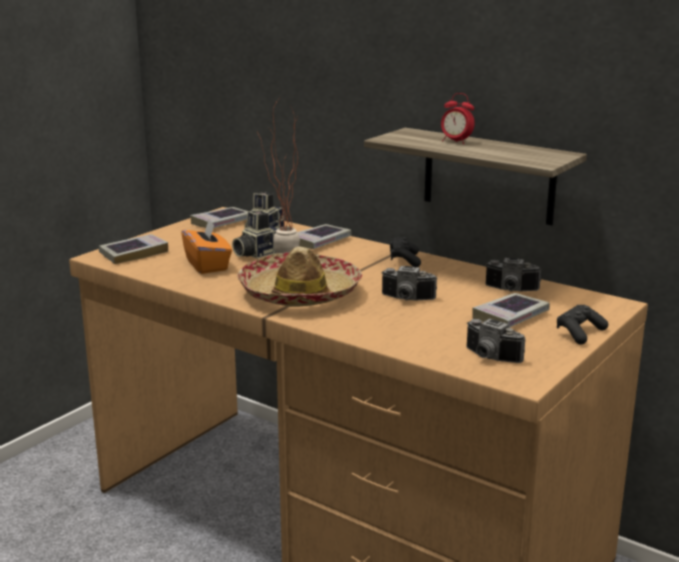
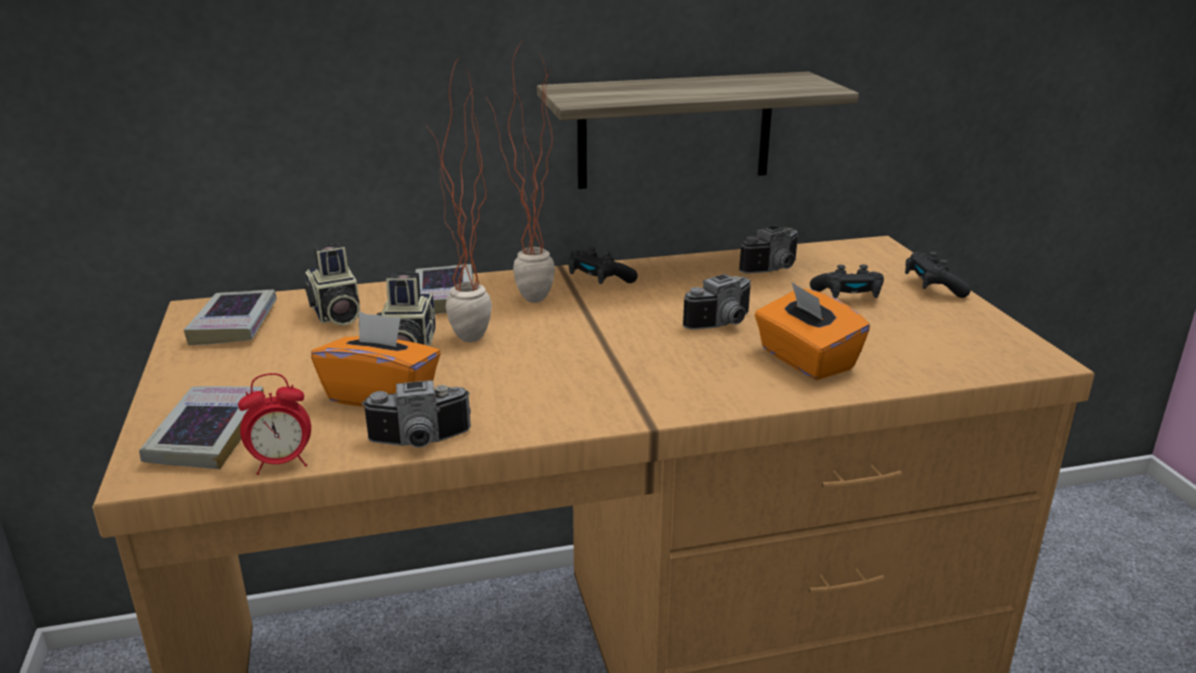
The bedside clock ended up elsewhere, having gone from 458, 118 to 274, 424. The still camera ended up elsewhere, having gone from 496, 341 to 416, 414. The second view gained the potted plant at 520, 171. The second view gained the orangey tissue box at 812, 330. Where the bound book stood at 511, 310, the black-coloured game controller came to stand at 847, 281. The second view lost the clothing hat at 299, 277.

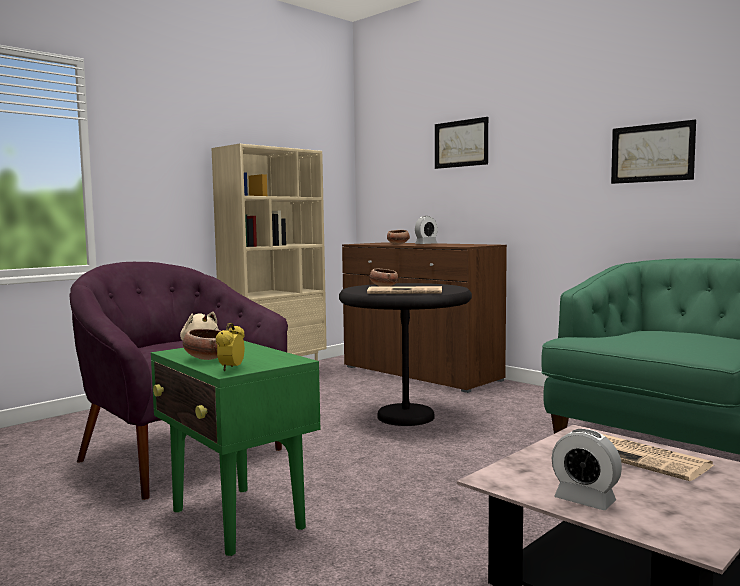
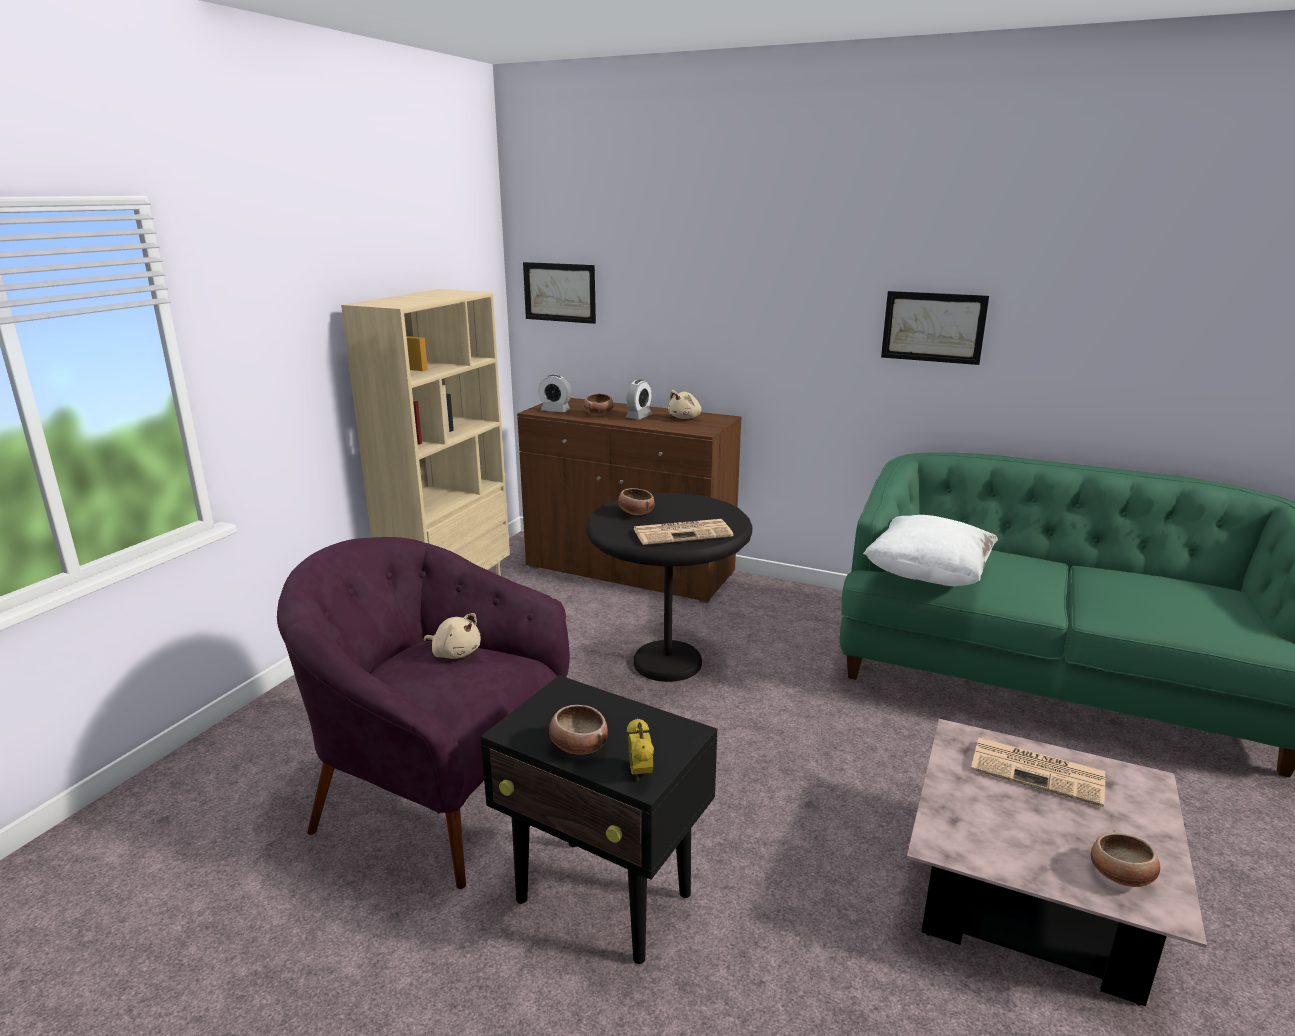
What was the greenish side table at 235, 448 turned into the black-coloured side table at 598, 819. The wall picture ended up elsewhere, having gone from 461, 143 to 559, 293. The bedside clock ended up elsewhere, having gone from 587, 469 to 555, 393. The second view gained the beige plush toy at 684, 404. The second view gained the white-coloured throw pillow at 930, 550. The second view gained the bowl at 1125, 858.

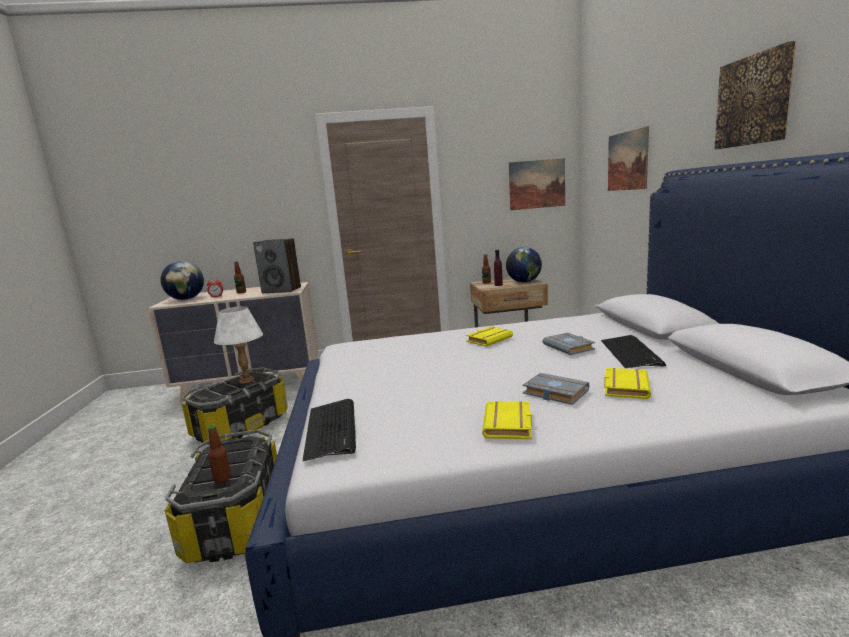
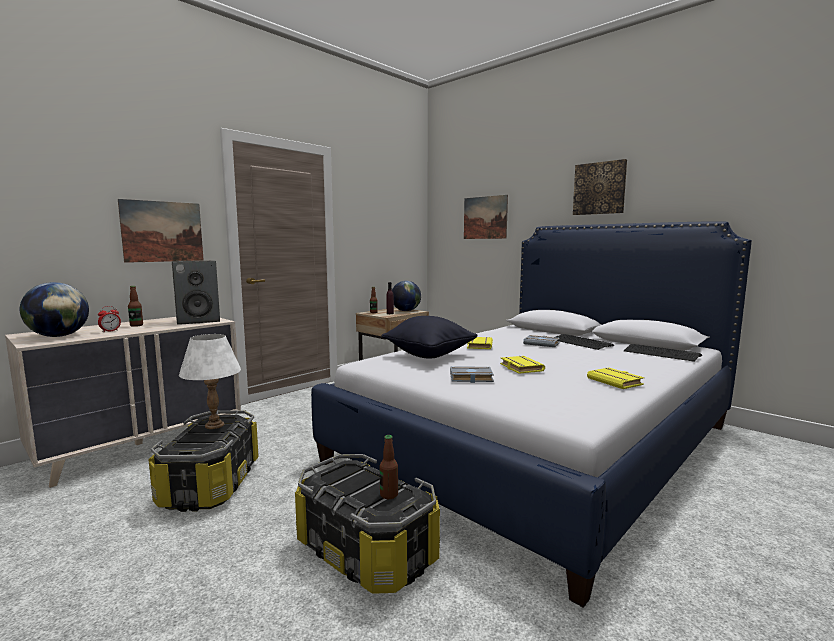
The wall picture ended up elsewhere, having gone from 537, 184 to 161, 231. The second view gained the black-coloured throw pillow at 429, 337. The greyish bound book ended up elsewhere, having gone from 556, 389 to 472, 374. The yellowish bound book ended up elsewhere, having gone from 627, 383 to 522, 365. The keyboard ended up elsewhere, having gone from 329, 430 to 663, 353.

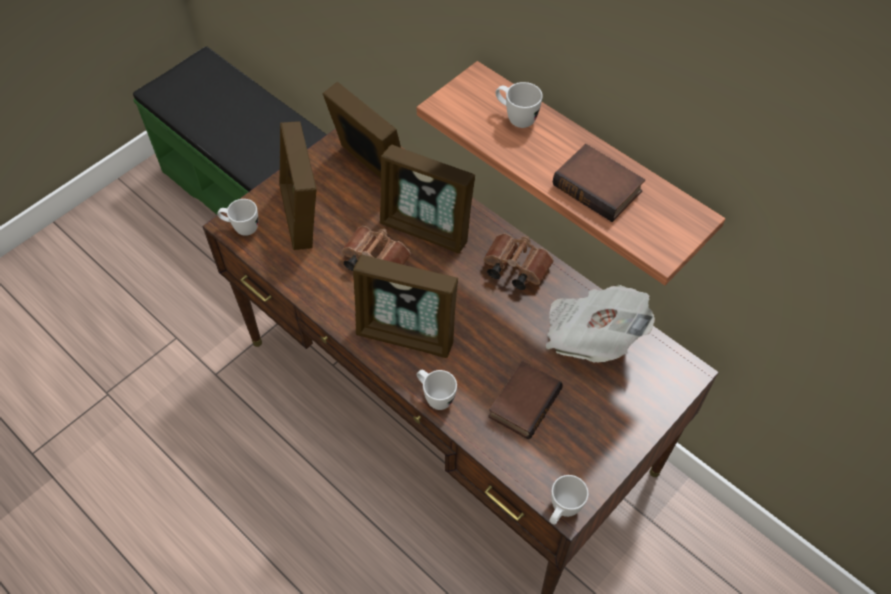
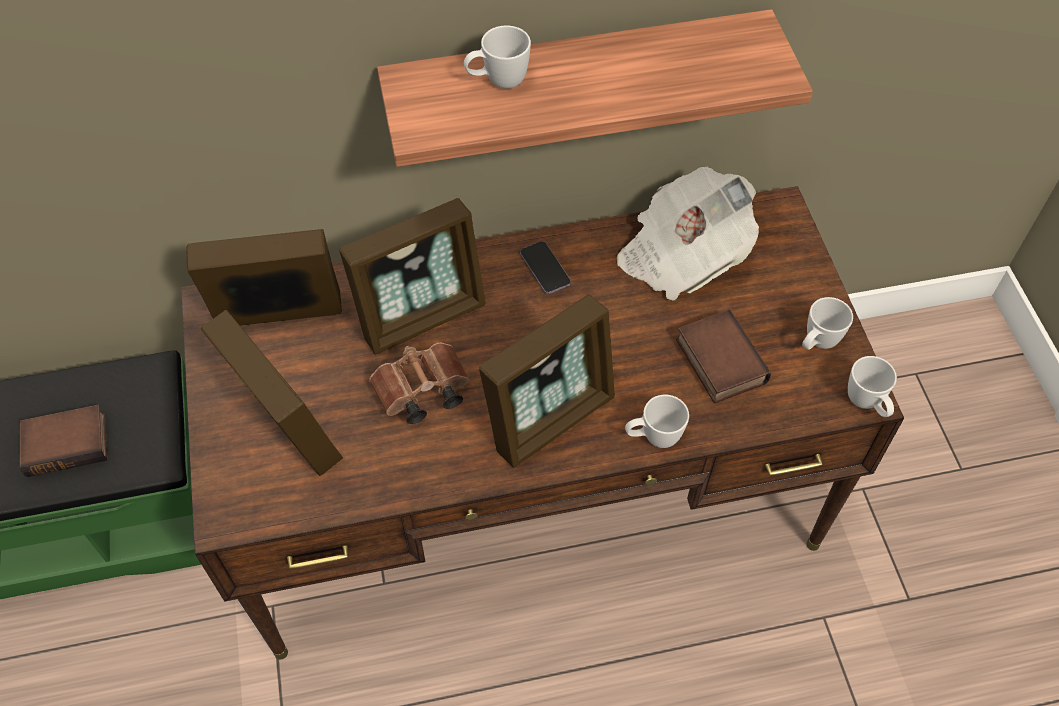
The bound book ended up elsewhere, having gone from 599, 183 to 63, 441. The standing frame at 298, 185 ended up facing another way, 150 degrees counterclockwise from before. Where the brown-coloured binoculars stood at 518, 261, the telephone came to stand at 545, 267. The white-coloured coffee mug ended up elsewhere, having gone from 237, 217 to 827, 323.

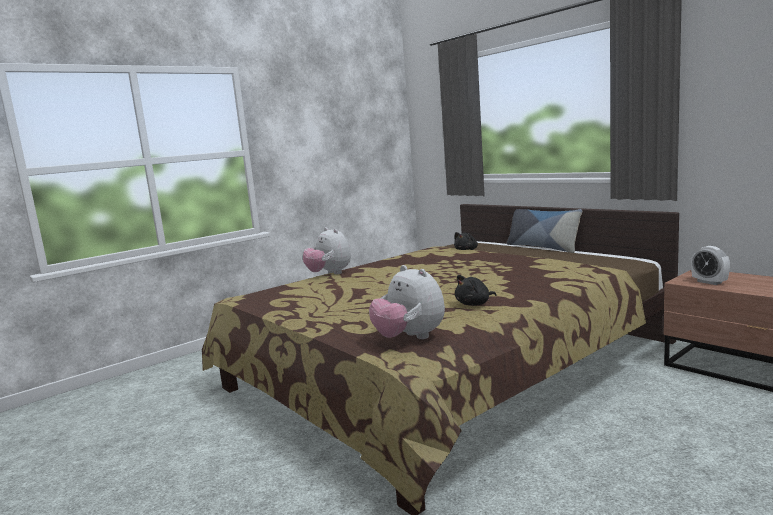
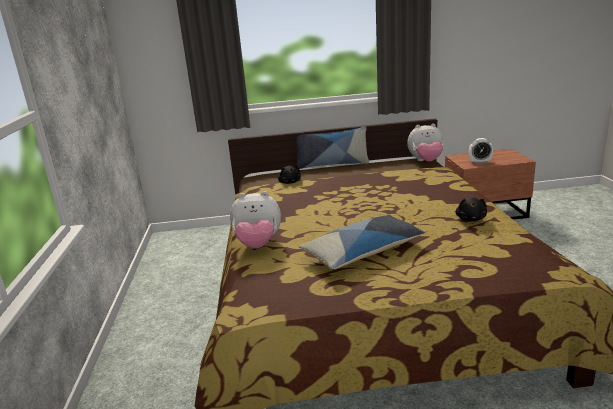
The second view gained the throw pillow at 362, 242. The plush toy ended up elsewhere, having gone from 407, 302 to 425, 142.

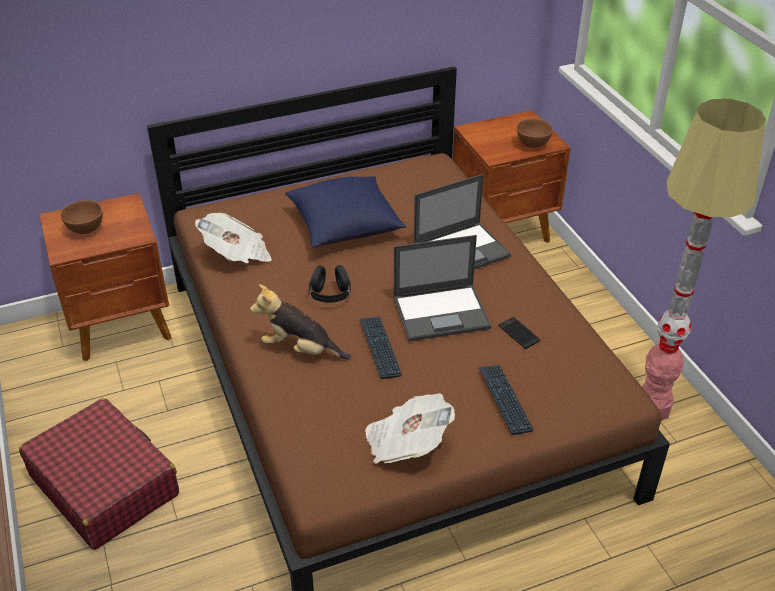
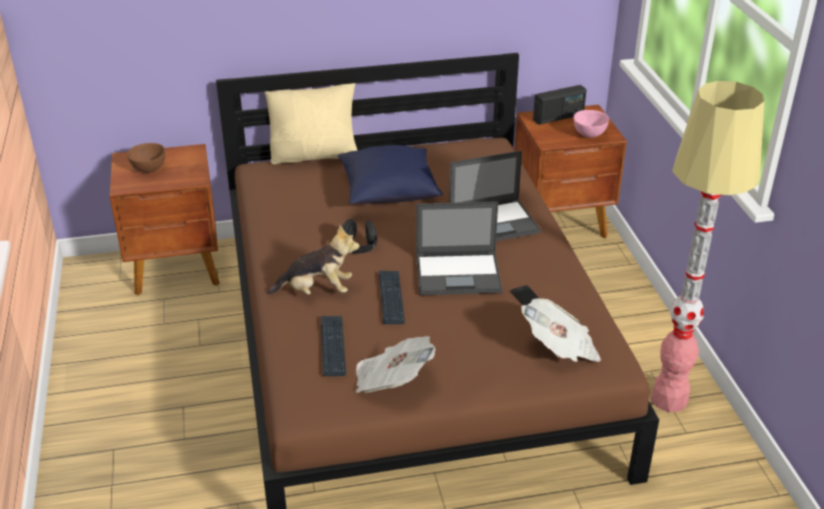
The second view gained the beige throw pillow at 310, 124. The plush toy at 300, 321 ended up facing another way, 150 degrees clockwise from before. The keyboard ended up elsewhere, having gone from 506, 400 to 333, 346. The newspaper ended up elsewhere, having gone from 233, 238 to 561, 330. The second view gained the radio at 560, 105. What was the brown-coloured bowl at 535, 133 turned into the pinkish bowl at 591, 124. The second view lost the reddish suitcase at 99, 474.

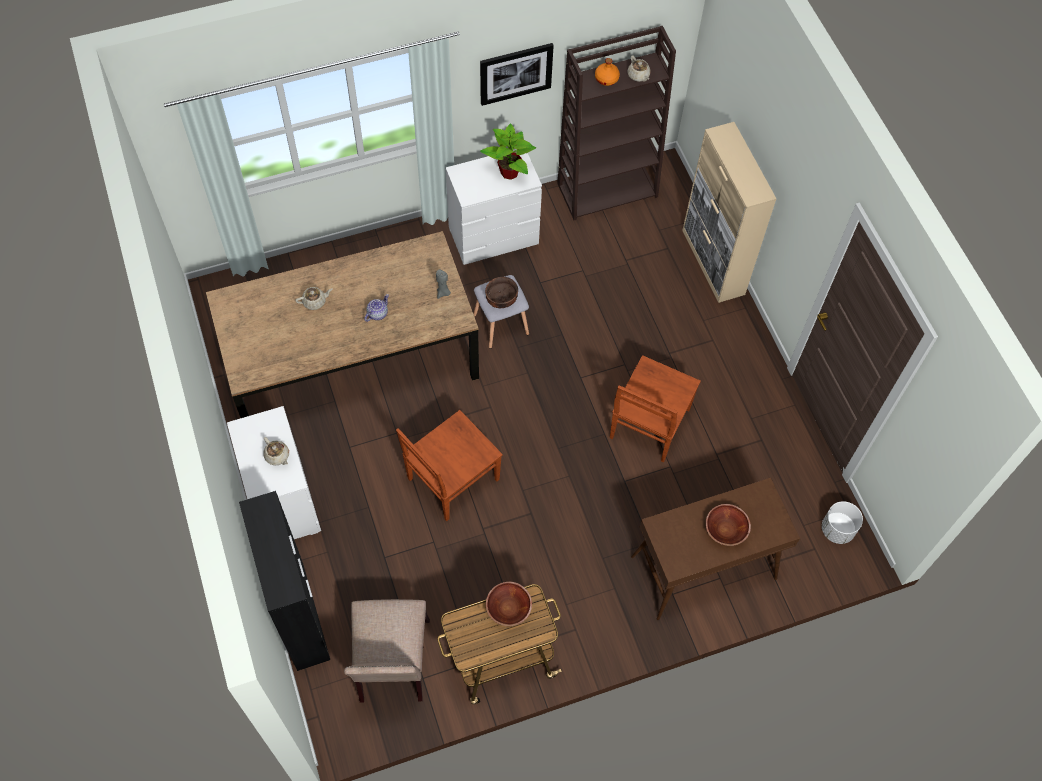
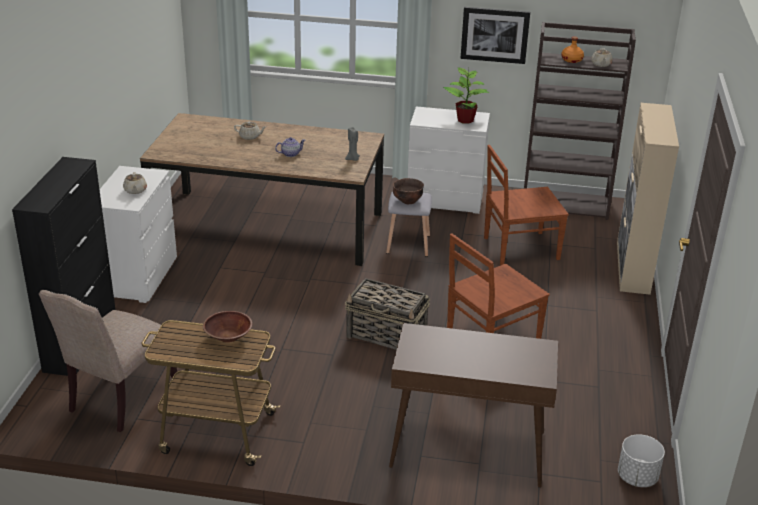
The second view gained the basket at 387, 314. The brown-coloured upright chair ended up elsewhere, having gone from 449, 465 to 526, 205. The second view lost the brown-coloured bowl at 728, 525.

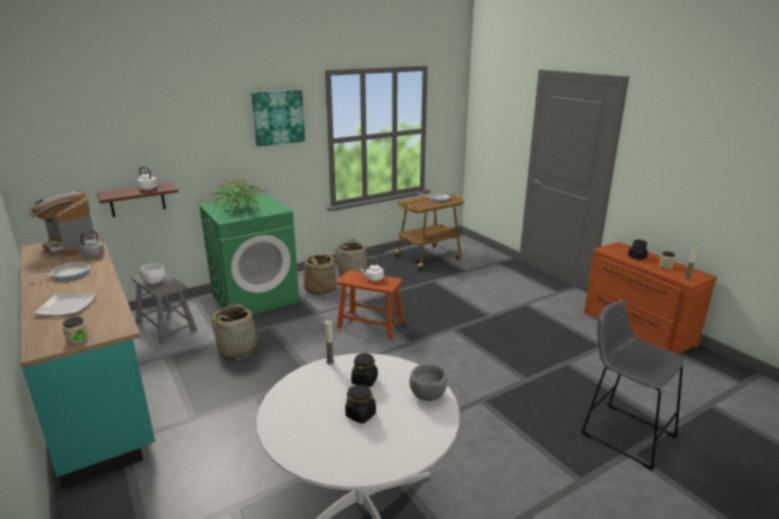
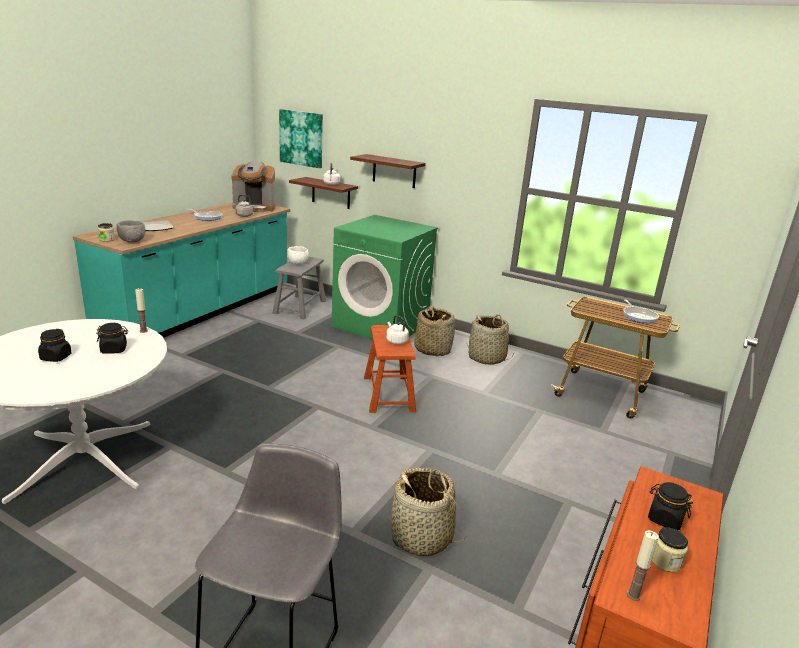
The greyish bowl ended up elsewhere, having gone from 429, 382 to 131, 231. The coffee brewer at 62, 223 ended up facing another way, 105 degrees counterclockwise from before. The wall picture ended up elsewhere, having gone from 278, 118 to 301, 138. The second view gained the brown-coloured shelf at 388, 171. The basket ended up elsewhere, having gone from 237, 330 to 427, 512. The second view lost the potted plant at 238, 195.

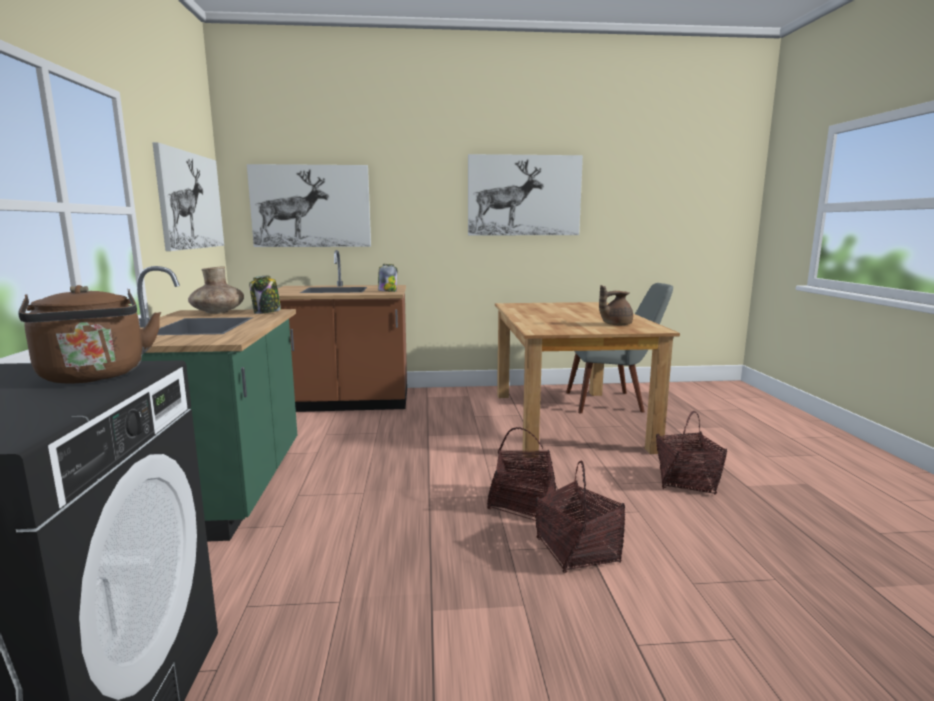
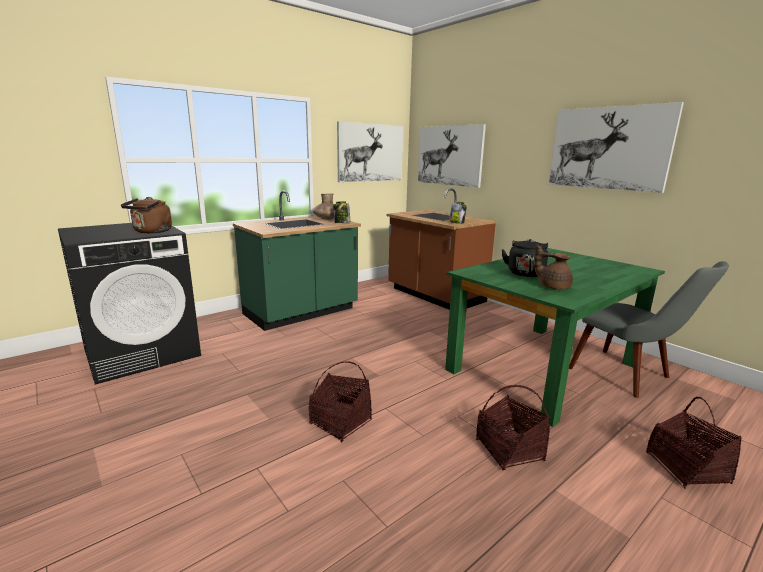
What was the brown-coloured kitchen table at 587, 380 turned into the greenish kitchen table at 555, 337. The second view gained the black-coloured tea kettle at 525, 258. The basket ended up elsewhere, having gone from 521, 474 to 694, 443.

